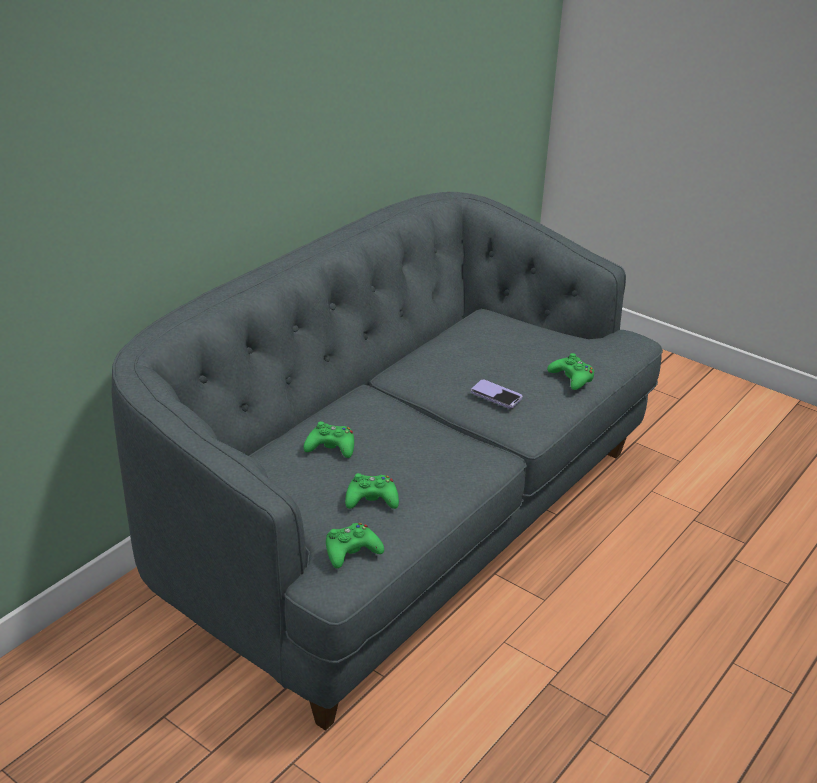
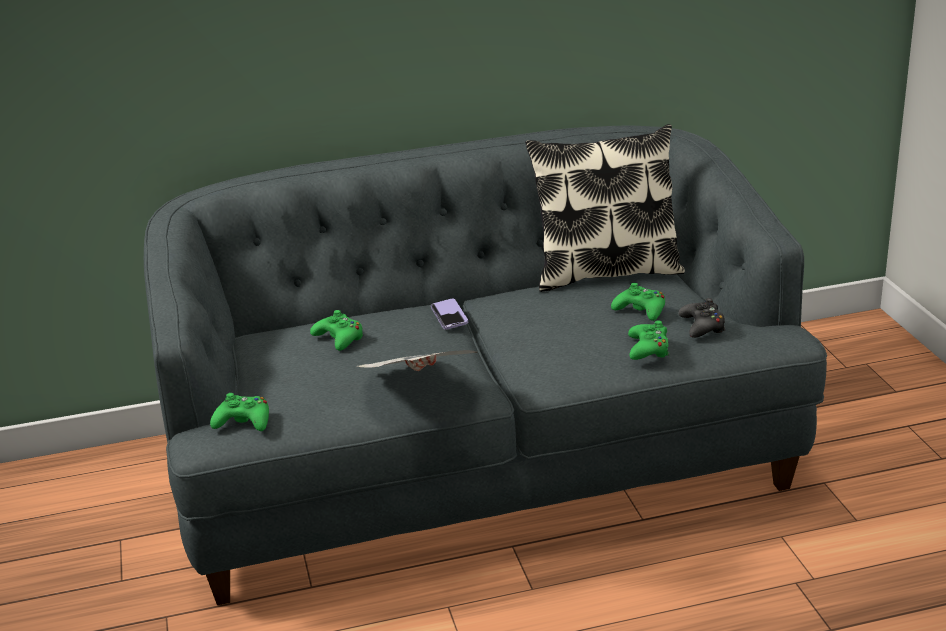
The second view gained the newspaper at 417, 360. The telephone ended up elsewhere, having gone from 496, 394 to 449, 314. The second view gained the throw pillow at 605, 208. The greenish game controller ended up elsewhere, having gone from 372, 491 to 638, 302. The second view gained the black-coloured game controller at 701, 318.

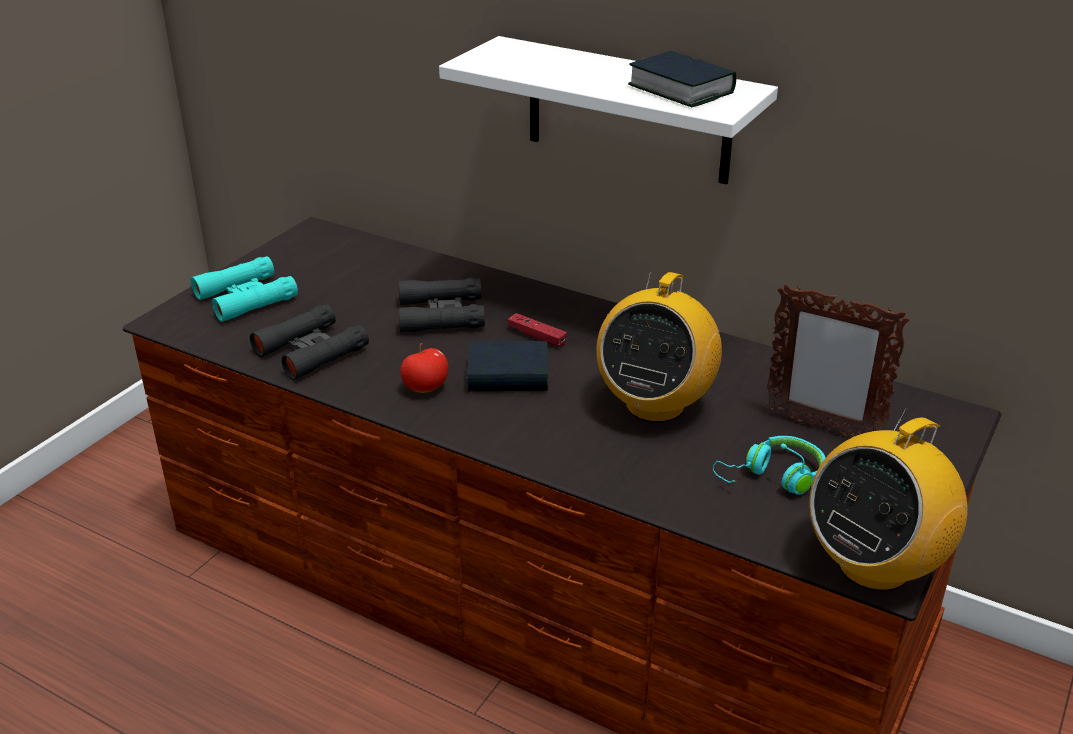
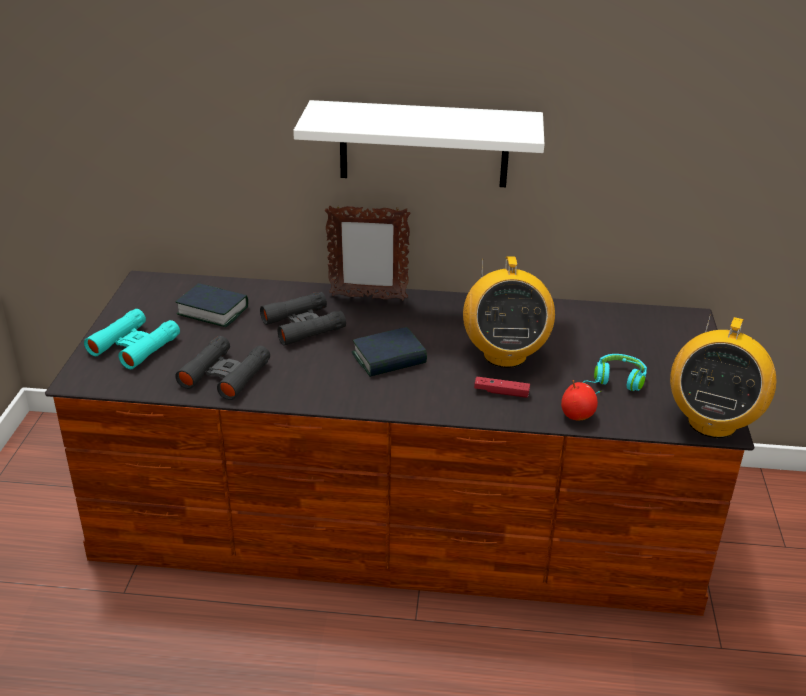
The bound book ended up elsewhere, having gone from 682, 79 to 211, 305. The standing frame ended up elsewhere, having gone from 837, 361 to 367, 253. The reddish game controller ended up elsewhere, having gone from 537, 330 to 502, 387. The apple fruit ended up elsewhere, having gone from 424, 368 to 579, 400.

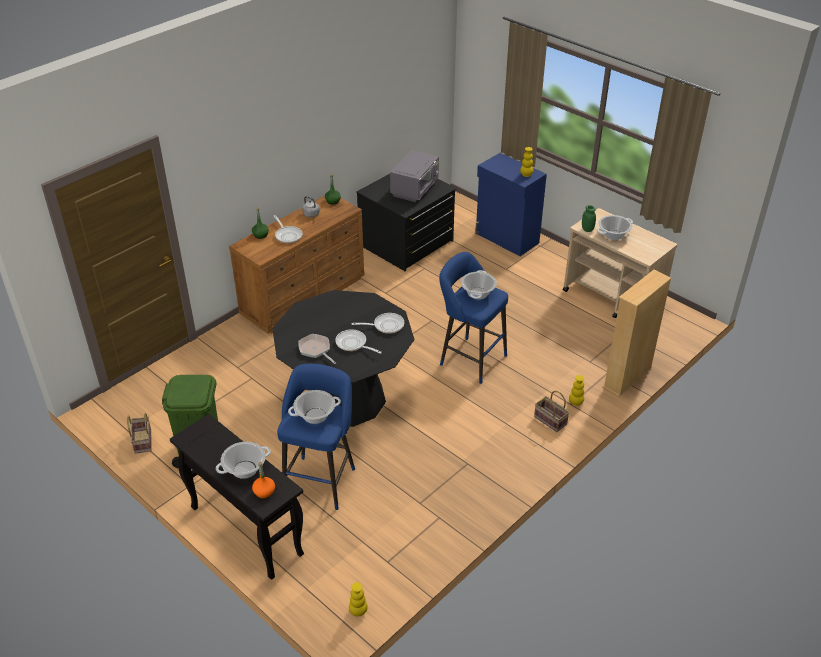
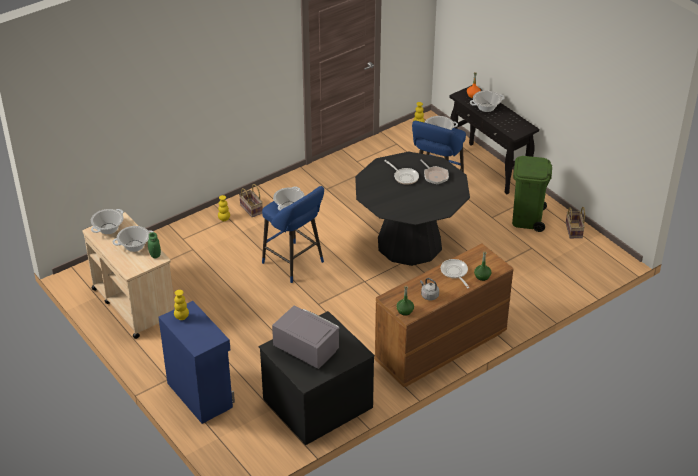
The second view gained the cooking pot at 107, 221. The greyish kitchen microwave at 414, 176 ended up facing another way, 90 degrees clockwise from before. The second view lost the frying pan at 378, 323. The second view lost the beige shelving unit at 637, 333.

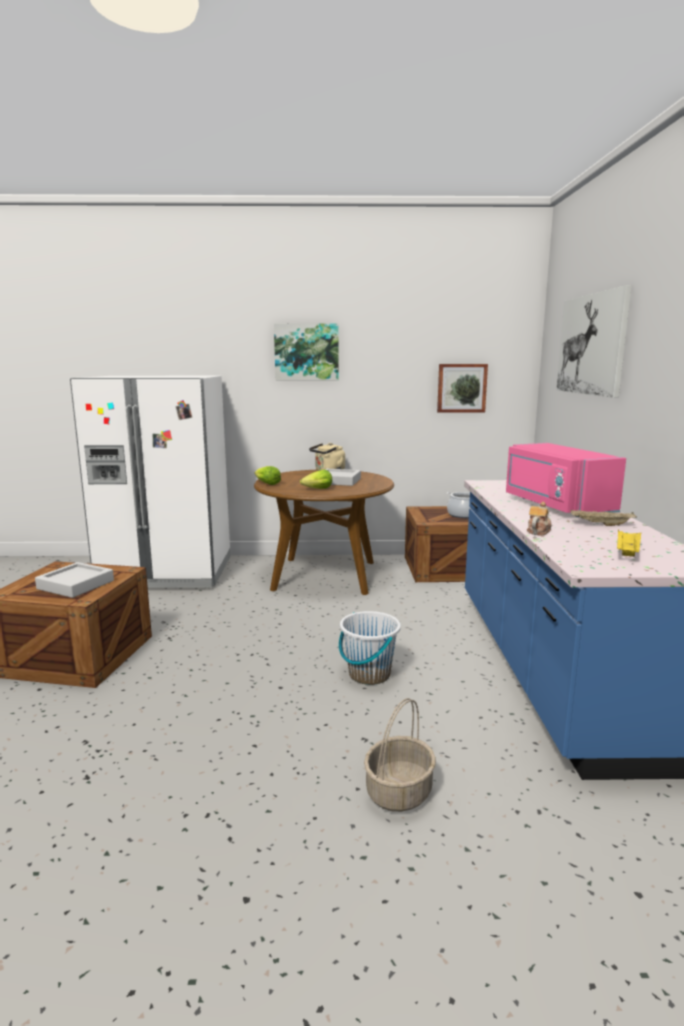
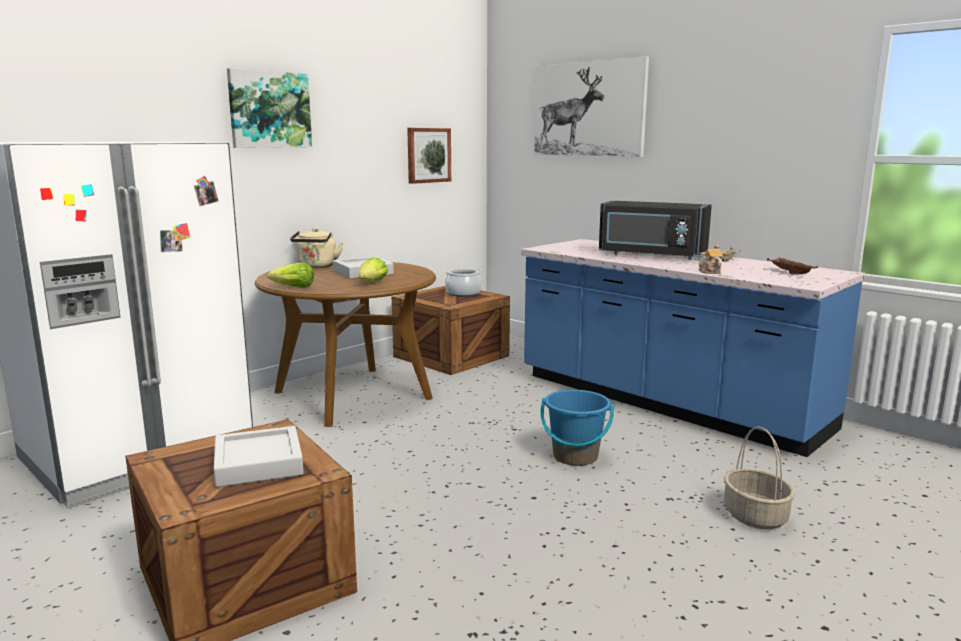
What was the white-coloured bucket at 370, 648 turned into the blue bucket at 577, 428. What was the pinkish kitchen microwave at 566, 480 turned into the black-coloured kitchen microwave at 655, 230. What was the yellowish tray at 629, 543 turned into the brown-coloured tray at 792, 266.

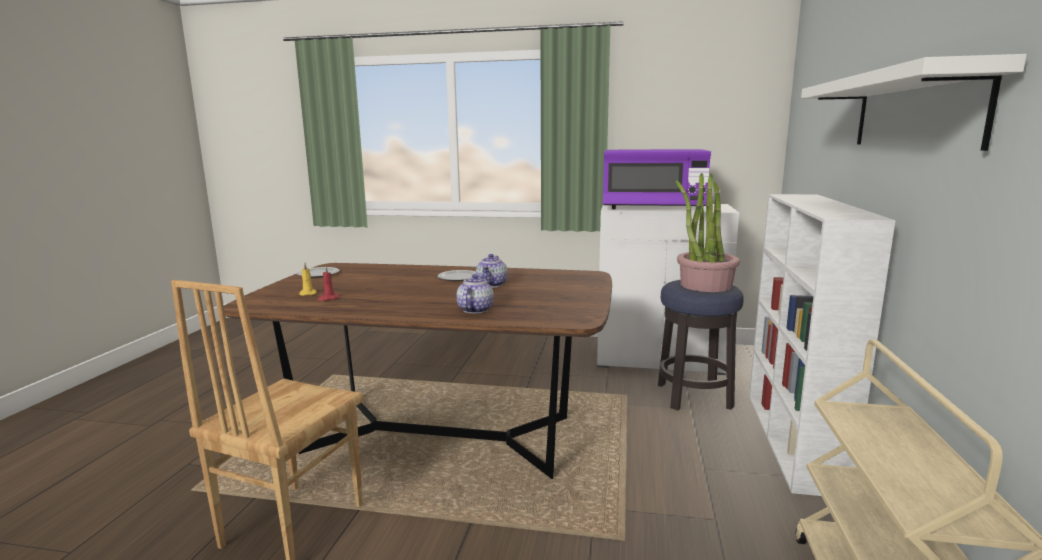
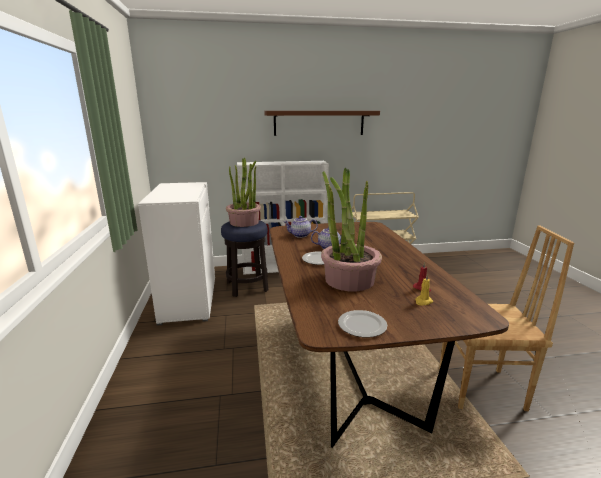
What was the white-coloured shelf at 914, 102 turned into the brown-coloured shelf at 322, 123. The teapot ended up elsewhere, having gone from 475, 294 to 300, 227. The second view gained the potted plant at 351, 229. The second view lost the purplish kitchen microwave at 657, 179.

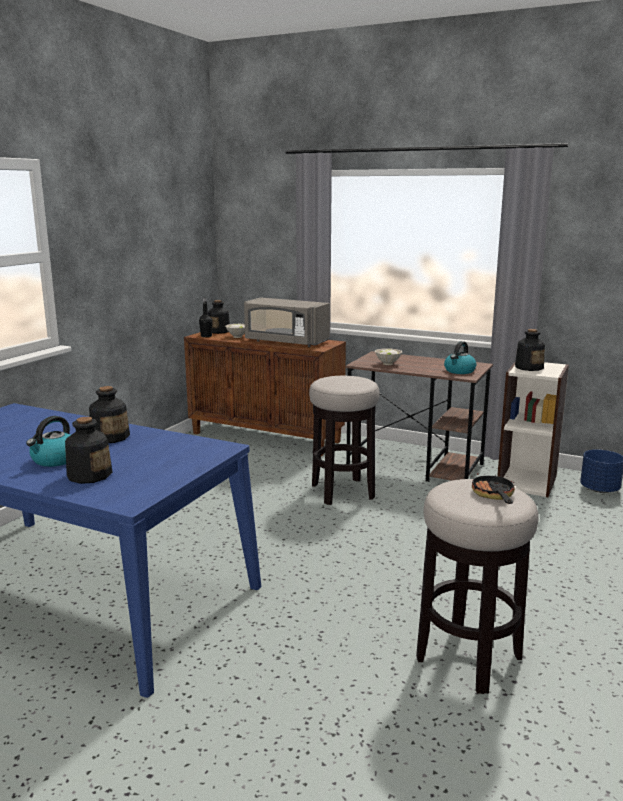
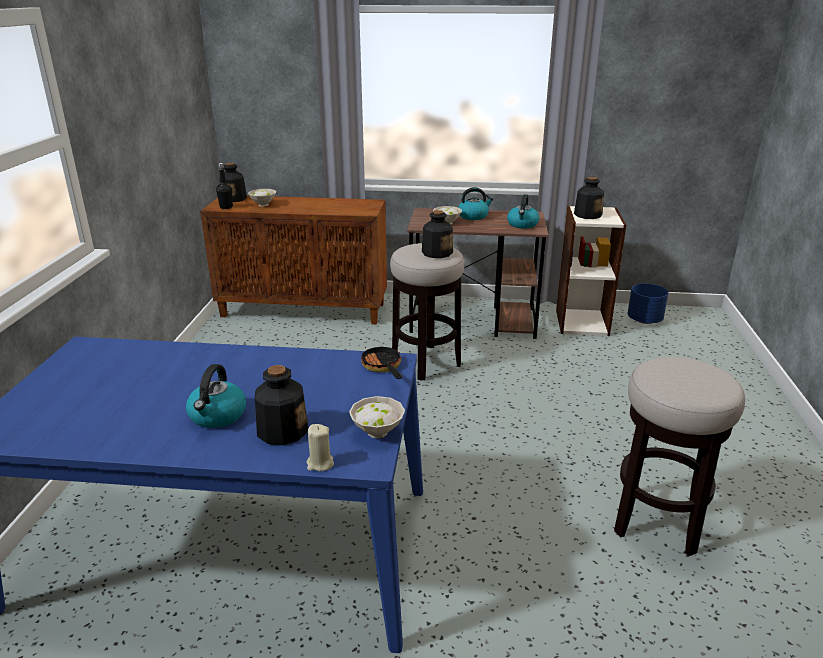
The second view gained the beige wax light at 320, 447. The second view gained the white-coloured bowl at 377, 417. The frying pan ended up elsewhere, having gone from 493, 488 to 381, 363. The bottle ended up elsewhere, having gone from 109, 414 to 437, 234. The second view gained the tea kettle at 475, 203. The second view lost the greyish kitchen microwave at 287, 322.

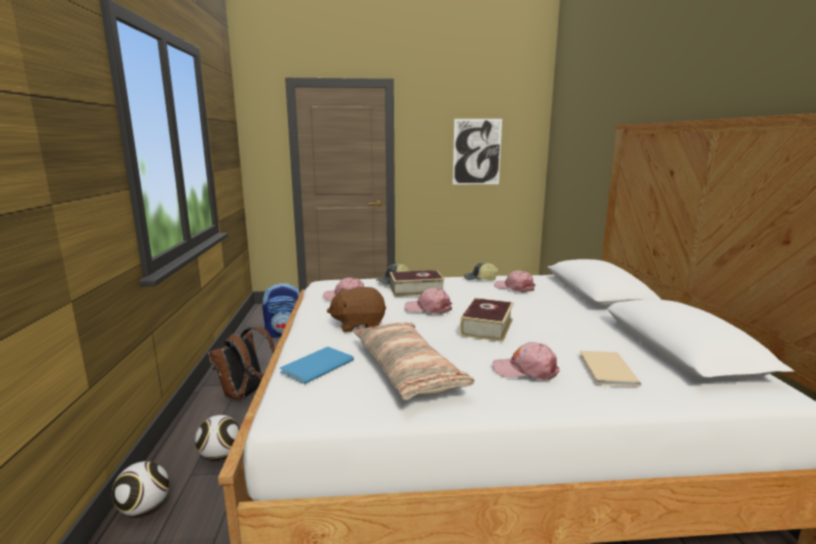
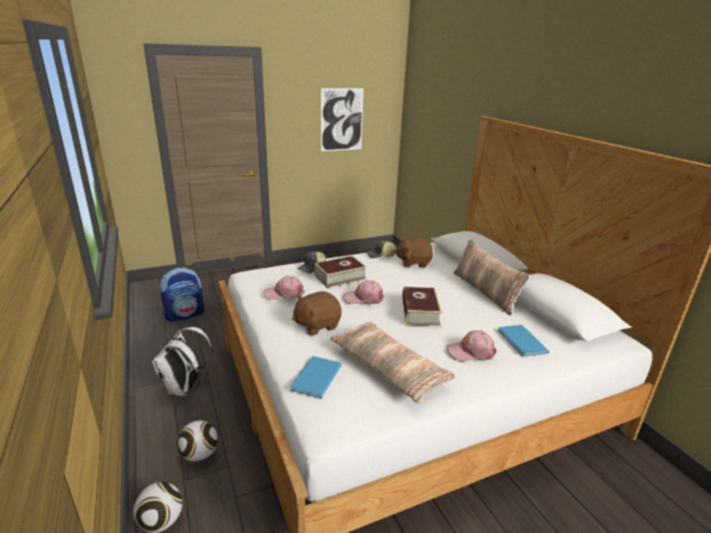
What was the brown-coloured knapsack at 241, 363 turned into the white-coloured knapsack at 183, 361. Where the pinkish peaked cap stood at 514, 281, the brown-coloured plush toy came to stand at 413, 252. The second view gained the throw pillow at 491, 277. What was the beige bound book at 610, 369 turned into the blue bound book at 523, 341.

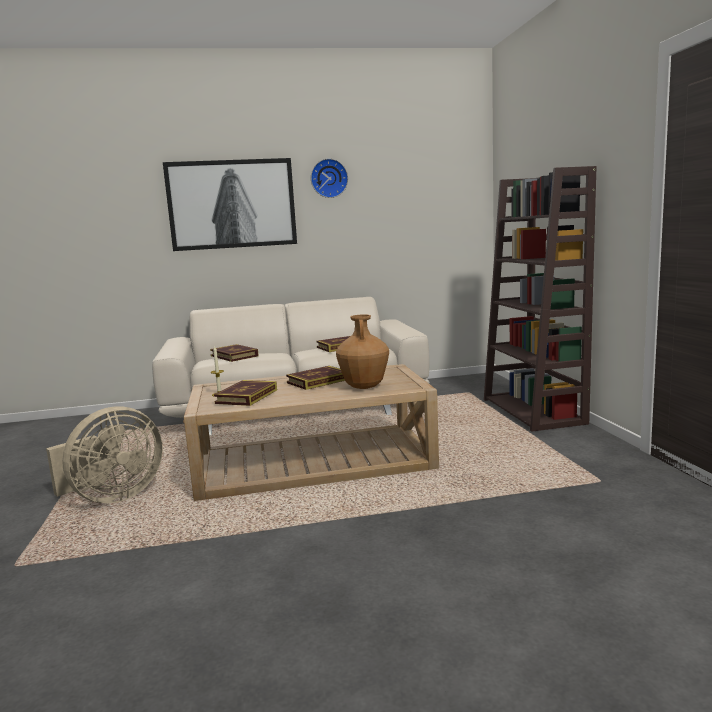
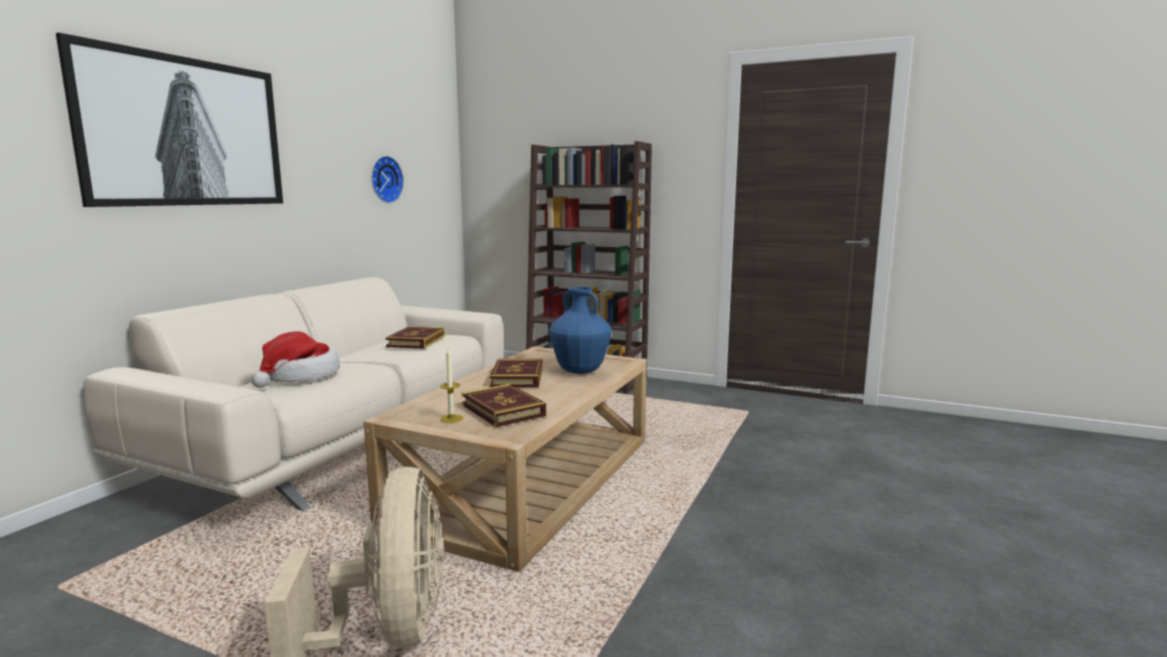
Where the bound book stood at 234, 353, the clothing hat came to stand at 295, 359. The wall clock ended up elsewhere, having gone from 329, 178 to 387, 179. What was the brown-coloured decorative vase at 362, 351 turned into the blue decorative vase at 580, 330.

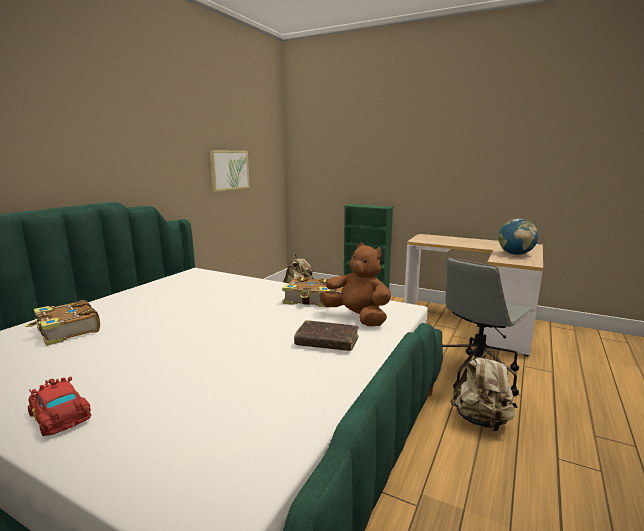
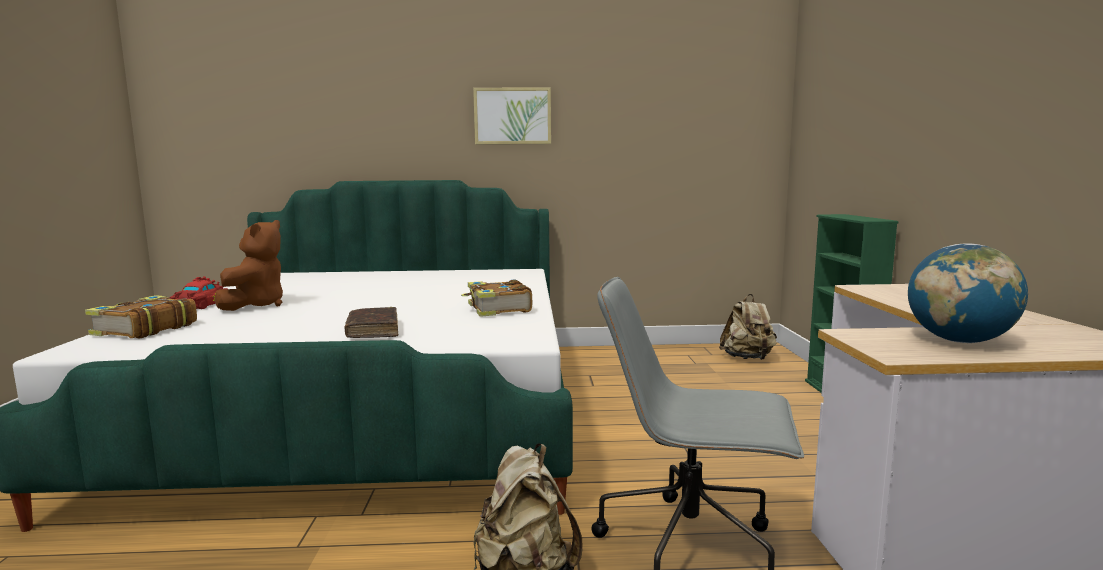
The bound book ended up elsewhere, having gone from 63, 323 to 141, 316. The brown-coloured plush toy ended up elsewhere, having gone from 355, 284 to 248, 265. The wall picture ended up elsewhere, having gone from 230, 171 to 512, 116.

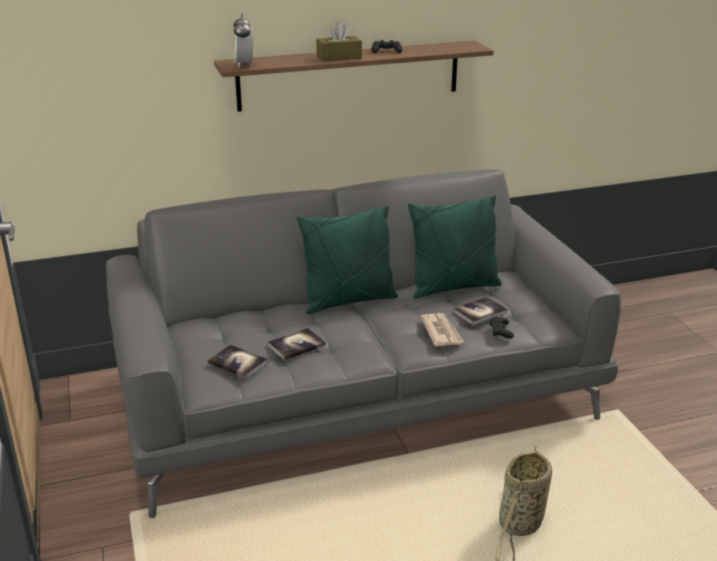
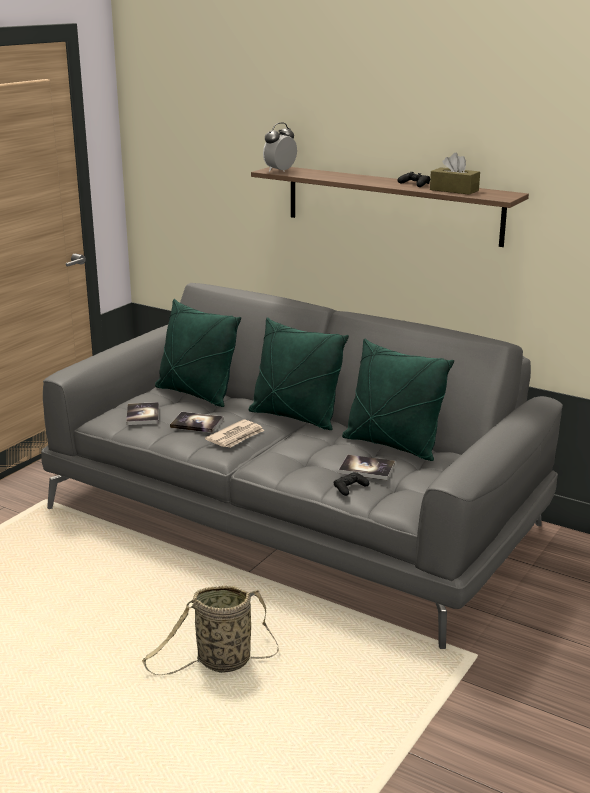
The second view gained the greenish throw pillow at 198, 353. The newspaper ended up elsewhere, having gone from 442, 329 to 234, 433. The brown-coloured tissue box ended up elsewhere, having gone from 339, 42 to 455, 174.

